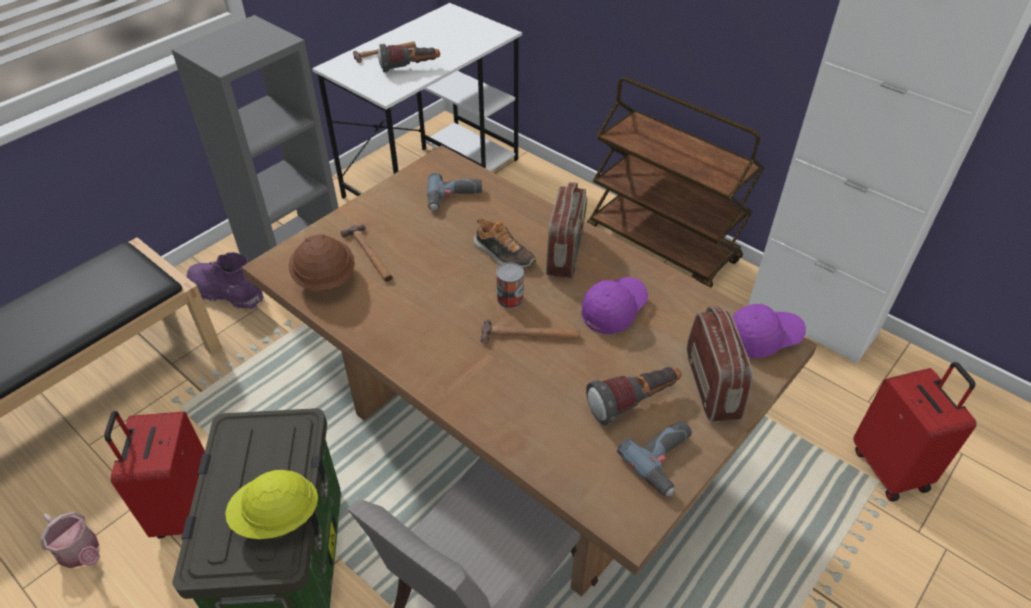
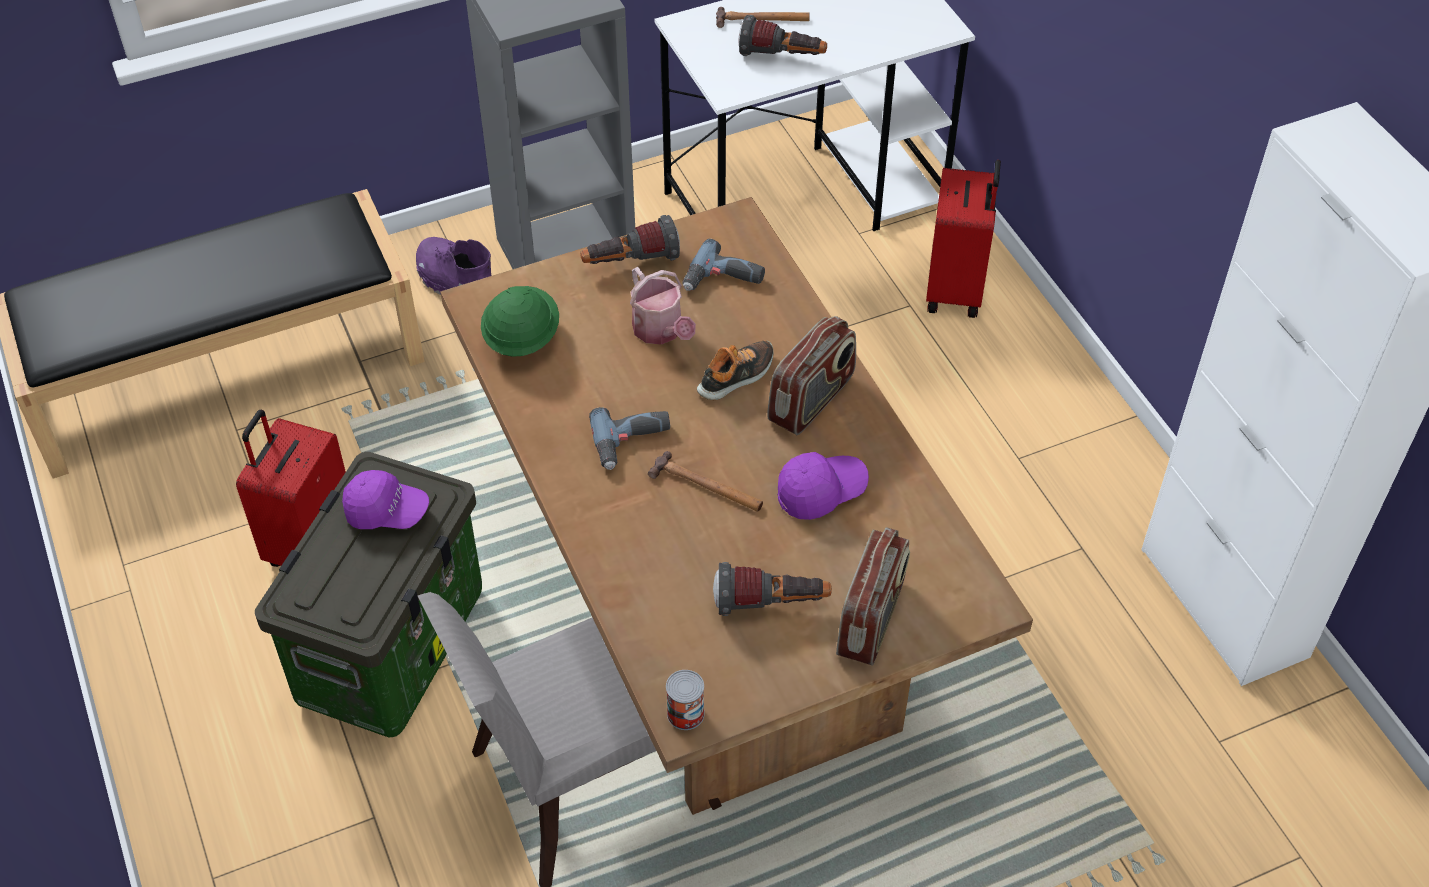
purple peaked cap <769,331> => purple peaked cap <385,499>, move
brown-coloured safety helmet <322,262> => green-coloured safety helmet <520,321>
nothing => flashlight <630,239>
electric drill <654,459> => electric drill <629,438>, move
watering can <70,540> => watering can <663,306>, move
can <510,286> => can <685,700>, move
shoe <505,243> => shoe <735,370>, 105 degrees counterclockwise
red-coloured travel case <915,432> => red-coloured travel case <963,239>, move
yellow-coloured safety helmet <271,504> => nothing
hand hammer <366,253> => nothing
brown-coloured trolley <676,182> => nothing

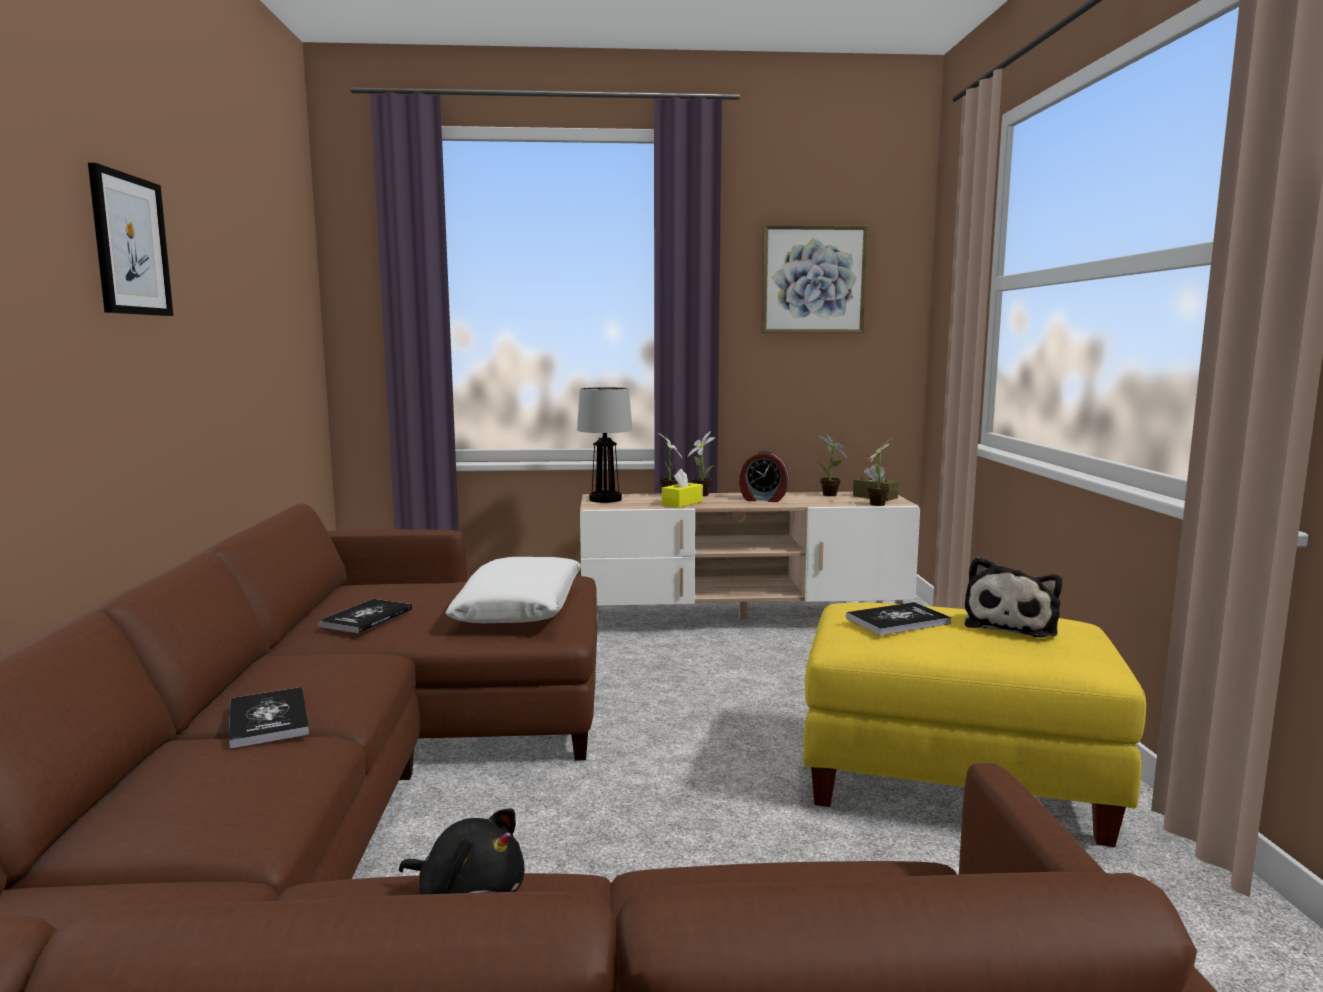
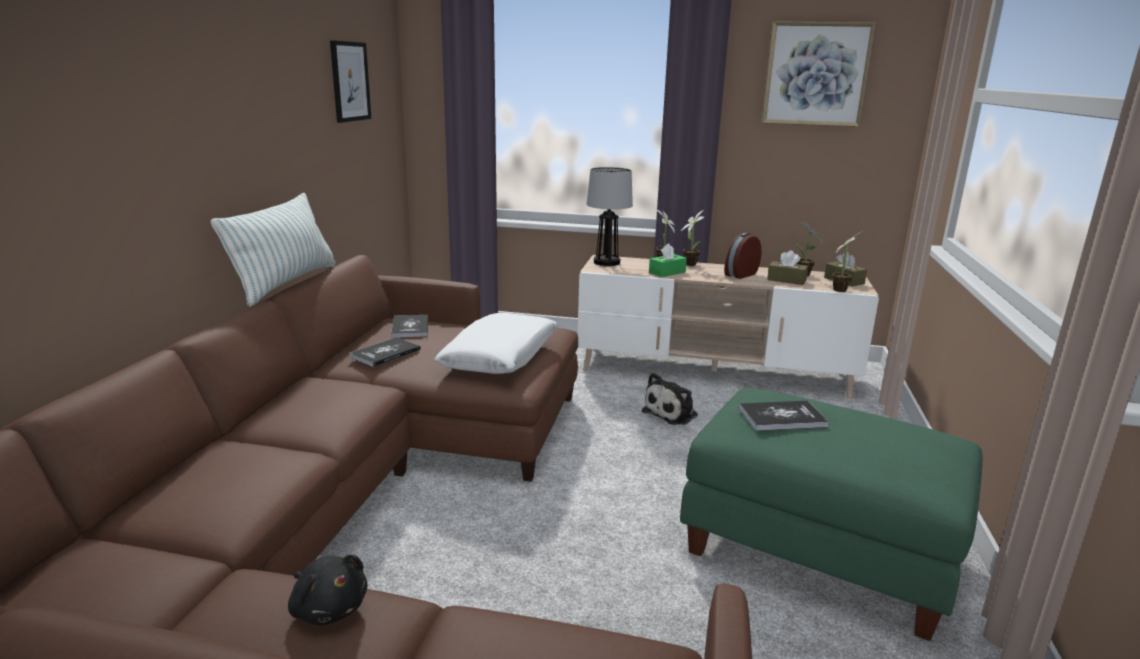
nothing => cushion <273,250>
wall art <130,239> => wall art <350,81>, move
volume <269,718> => volume <409,326>, move
cuddly toy <1013,597> => cuddly toy <670,399>, move
yellow-coloured tissue box <682,488> => green-coloured tissue box <668,260>
yellow-coloured footrest <974,725> => green-coloured footrest <831,514>
alarm clock <764,476> => alarm clock <743,256>, 105 degrees clockwise
nothing => brown-coloured tissue box <787,268>

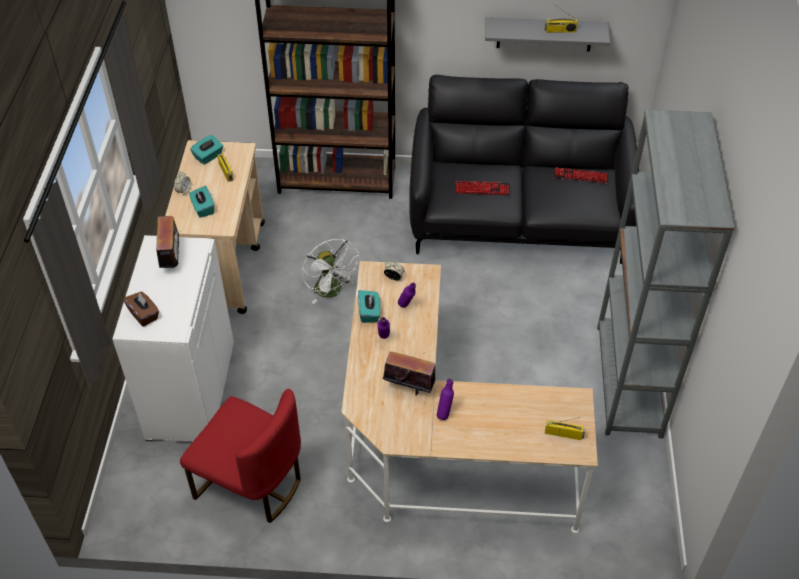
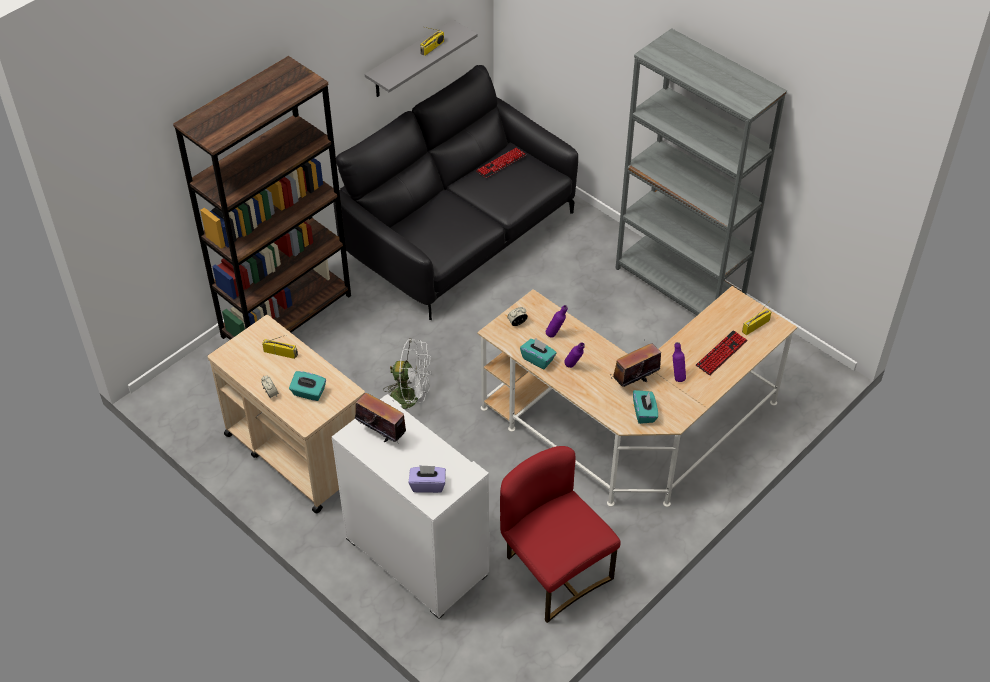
brown-coloured tissue box <141,309> => purple tissue box <427,479>
red-coloured plain chair <240,456> => red-coloured plain chair <560,534>, 105 degrees counterclockwise
blue-green tissue box <206,150> => blue-green tissue box <645,407>, move
PC keyboard <482,188> => PC keyboard <722,353>, move

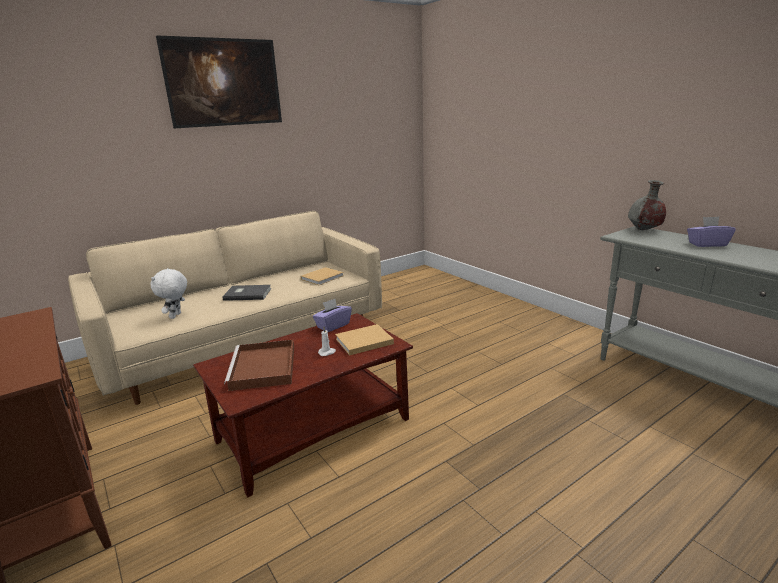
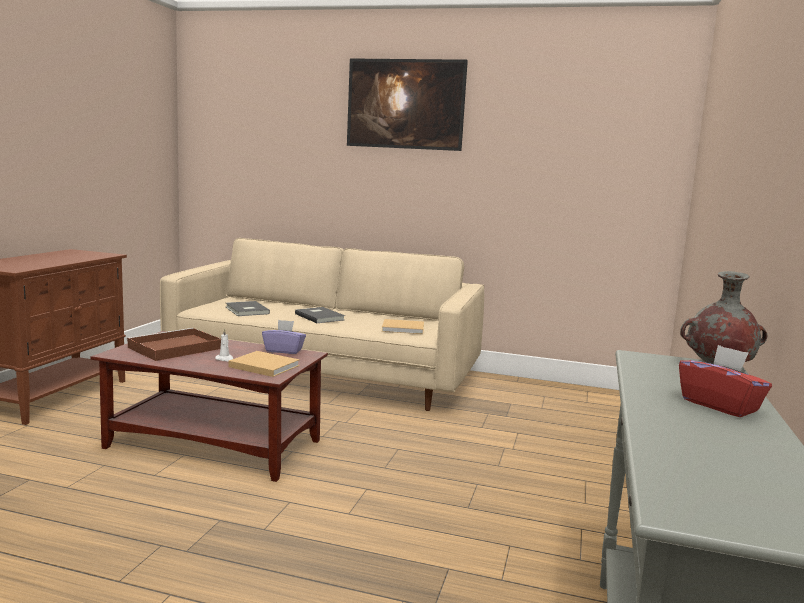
white cuddly toy <168,293> => grey volume <248,308>
purple tissue box <711,232> => red-coloured tissue box <725,381>

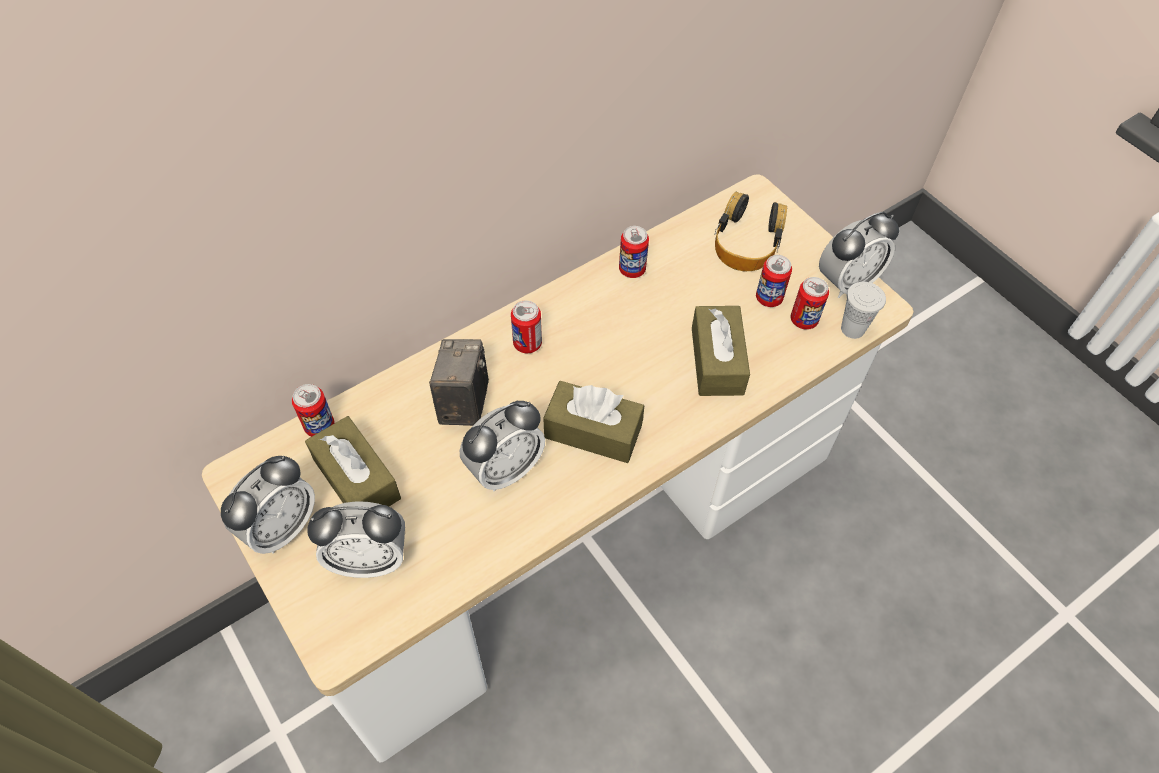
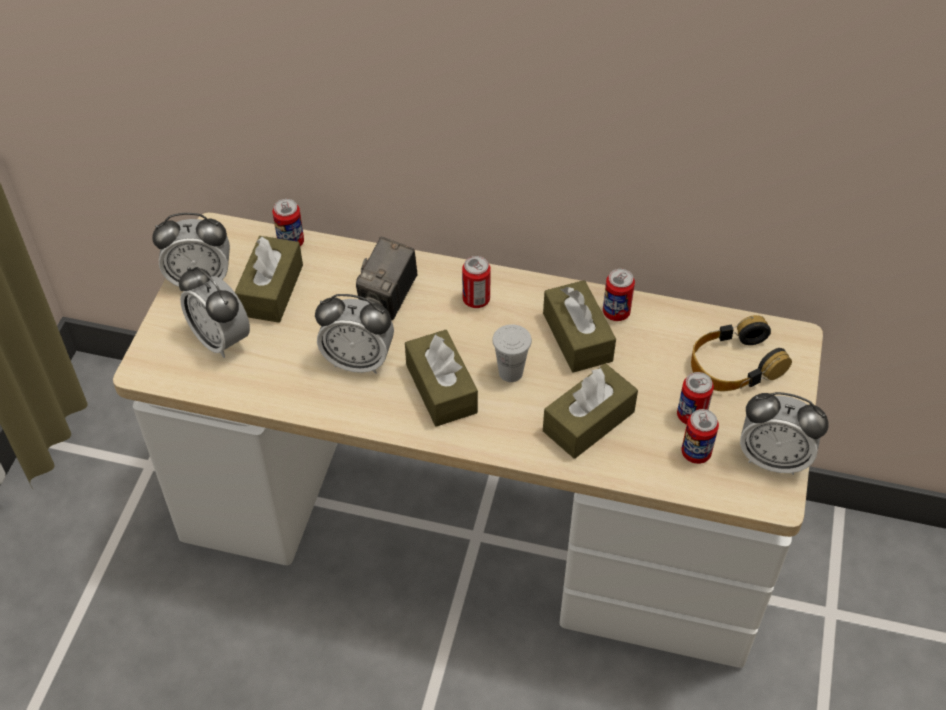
still camera <459,382> => still camera <386,278>, 150 degrees clockwise
white small cup <863,310> => white small cup <512,353>, move
nothing => brown-coloured tissue box <579,326>

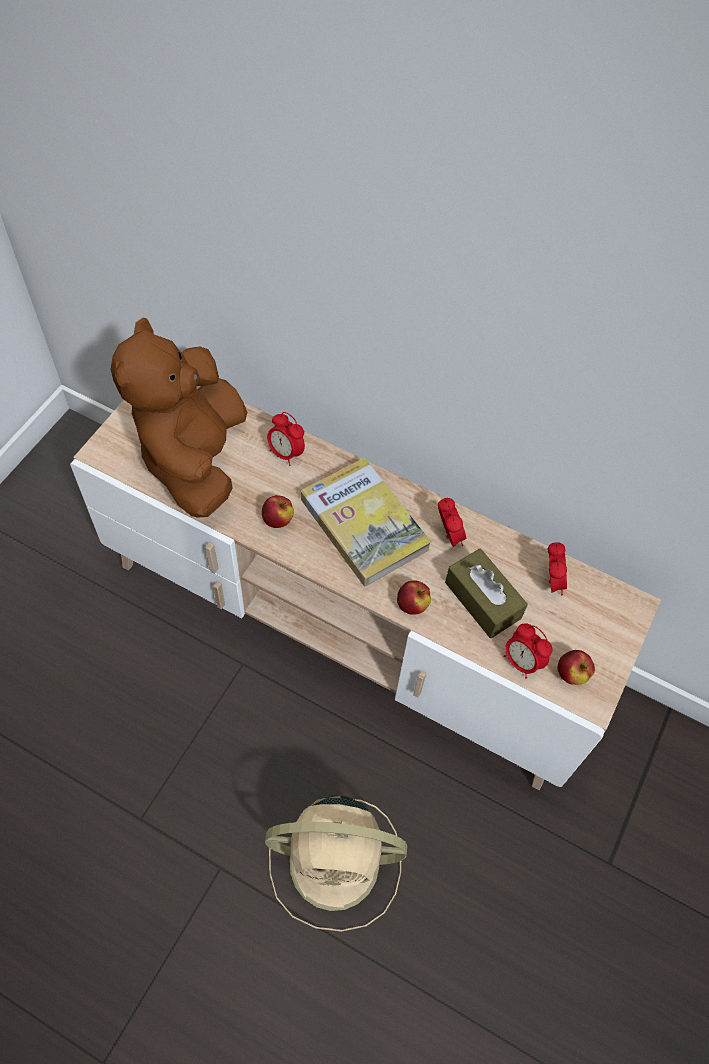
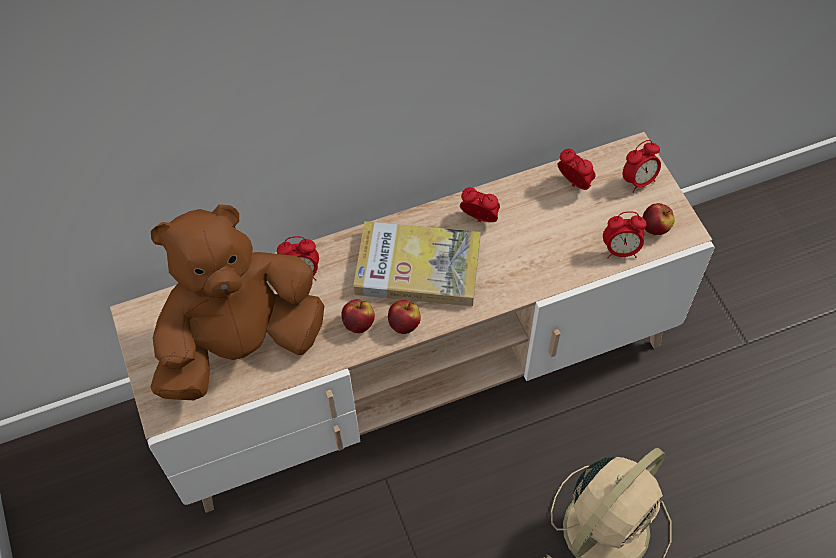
brown-coloured cuddly toy <179,417> => brown-coloured cuddly toy <237,302>, 105 degrees clockwise
whole apple <414,597> => whole apple <404,317>, move
nothing => alarm clock <642,166>
brown-coloured tissue box <486,593> => nothing

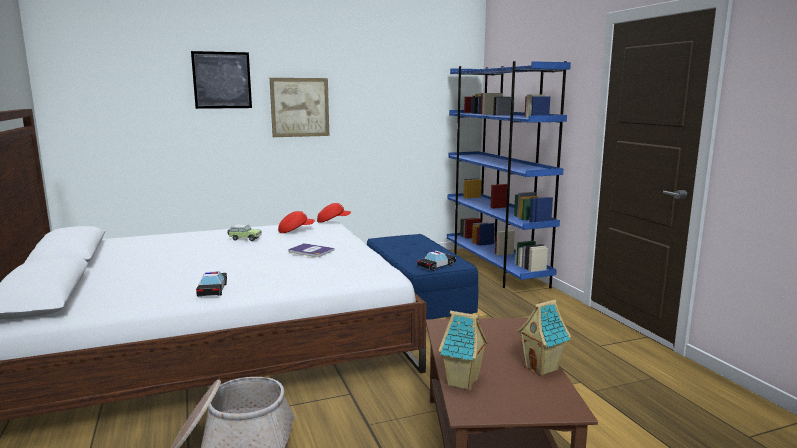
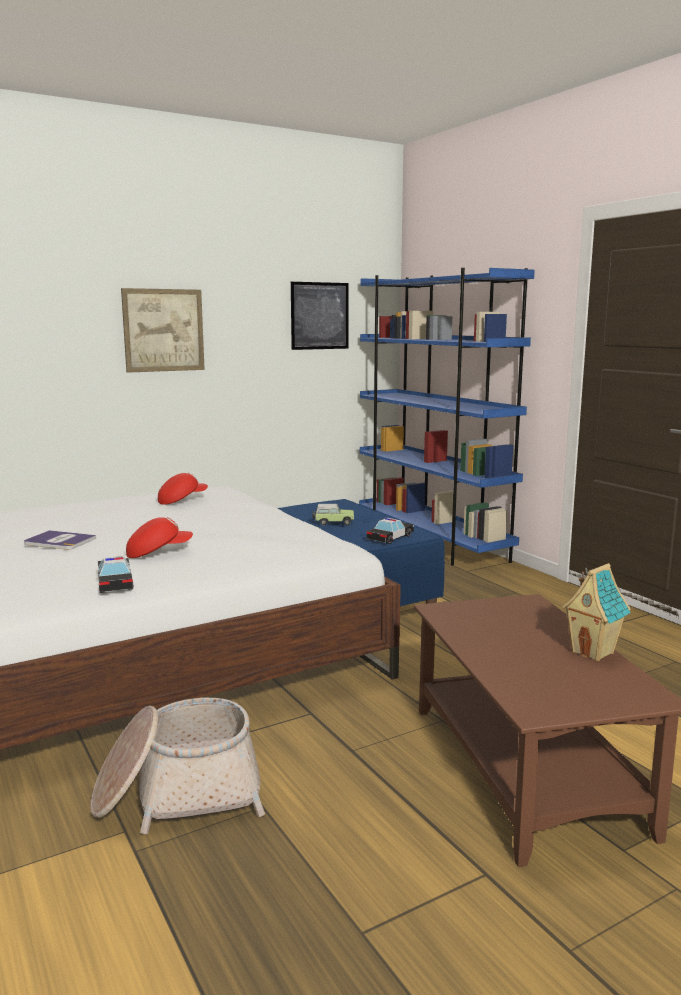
volume <311,250> => volume <60,540>, move
red-coloured peaked cap <334,213> => red-coloured peaked cap <159,537>, move
wall art <221,80> => wall art <320,316>, move
toy car <244,232> => toy car <333,514>, move
miniature house <463,350> => nothing

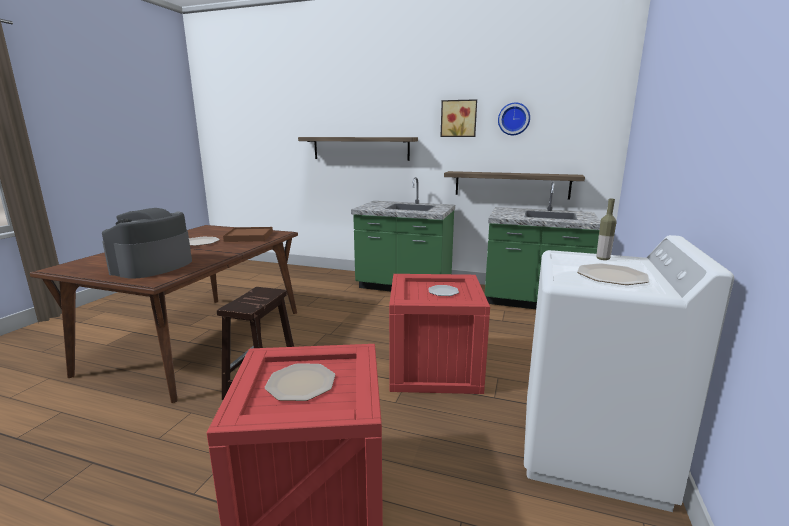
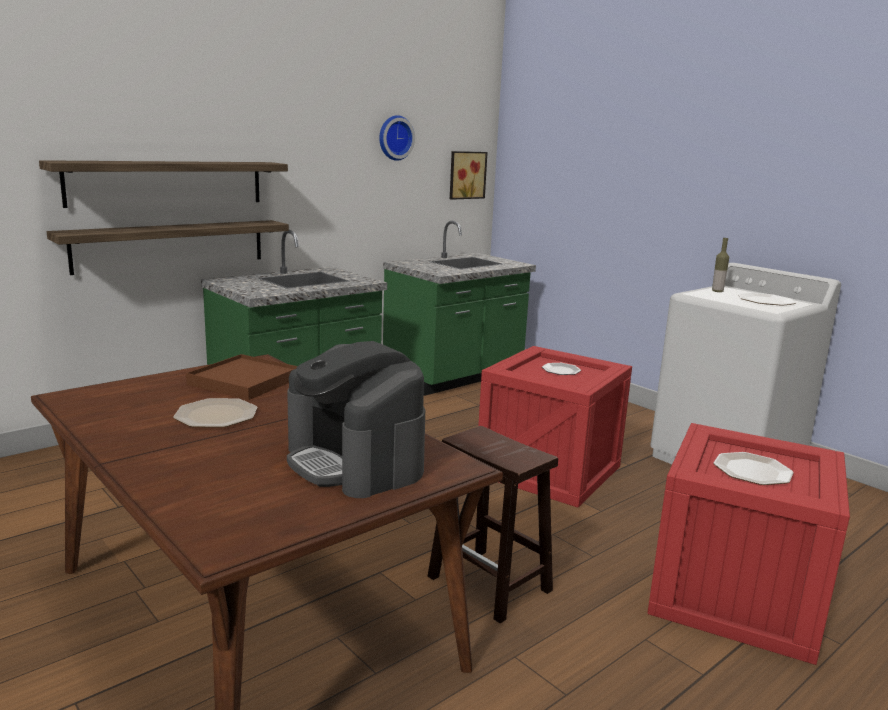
wall shelf <514,185> => wall shelf <168,247>, move
wall art <459,118> => wall art <468,175>, move

